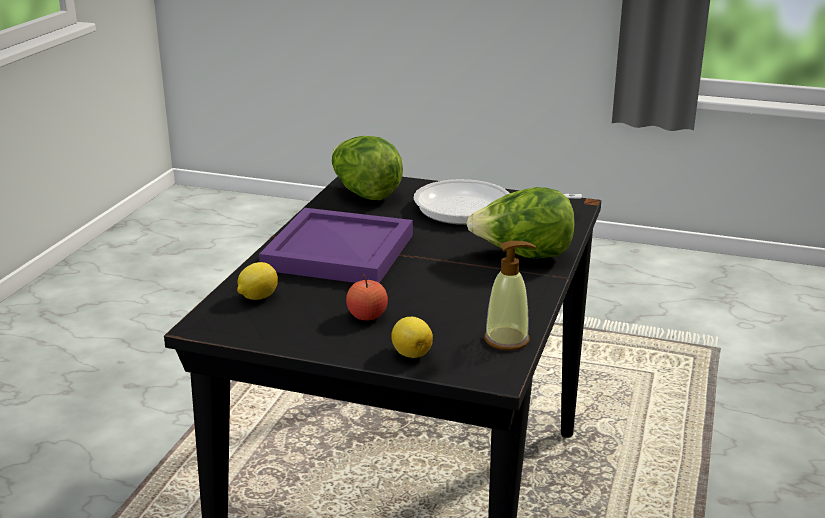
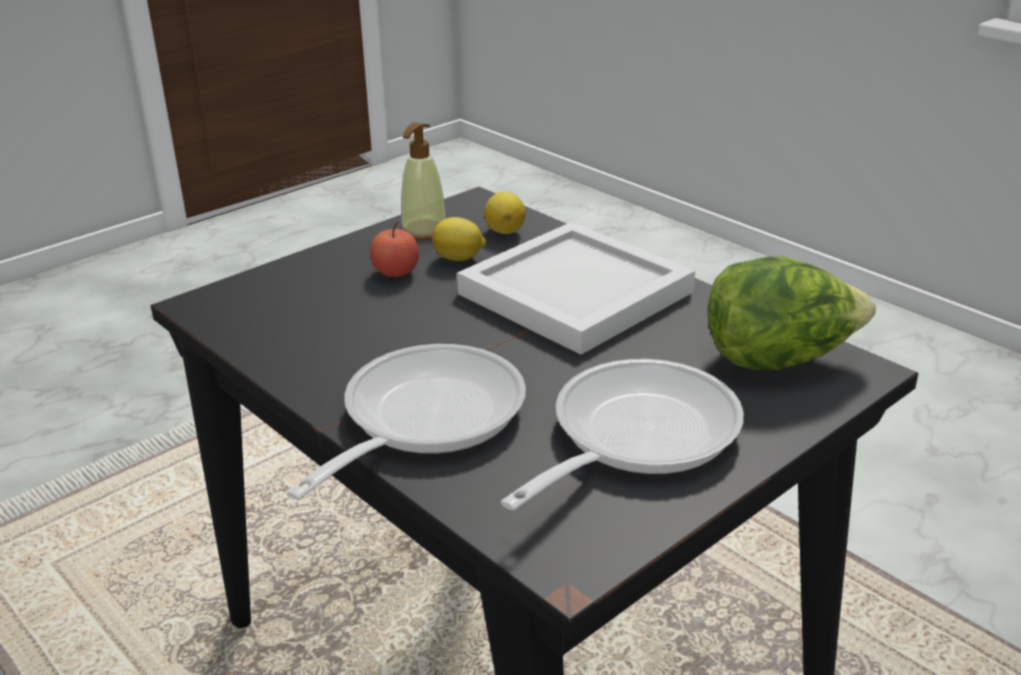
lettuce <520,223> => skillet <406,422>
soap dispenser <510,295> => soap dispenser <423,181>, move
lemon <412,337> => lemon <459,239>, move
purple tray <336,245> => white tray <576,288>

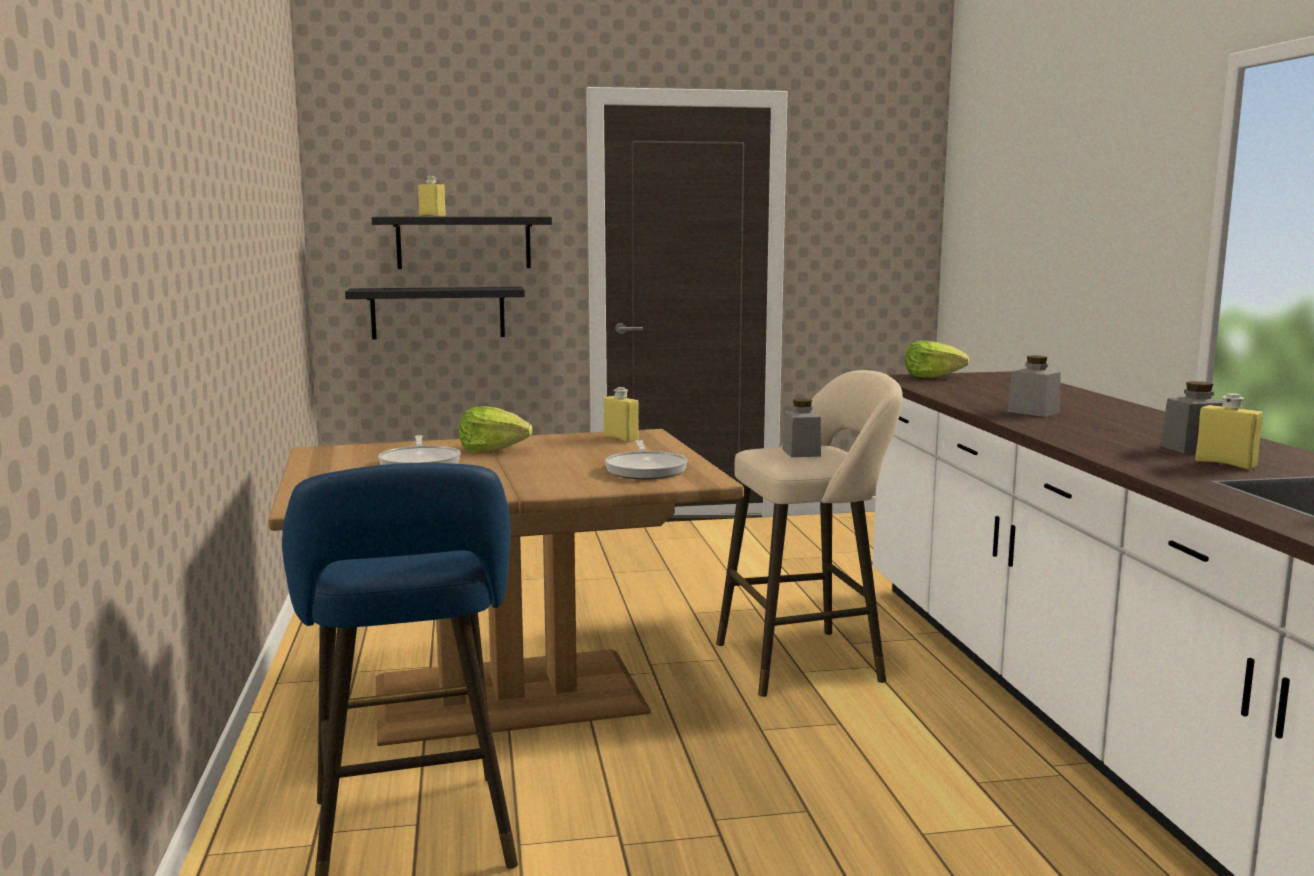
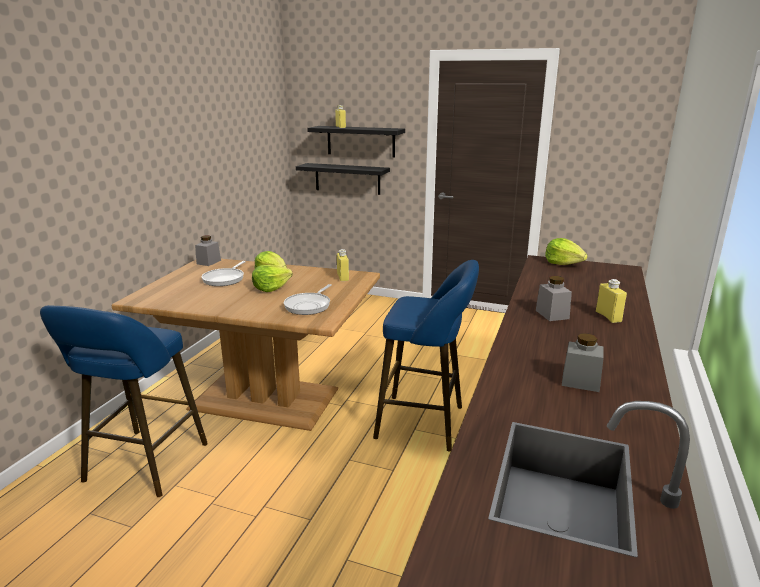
grey jar <801,427> => grey jar <208,250>, move
nothing => lettuce <272,278>
beige stool seat <809,533> => blue-coloured stool seat <426,356>
yellow-coloured beverage bottle <1229,431> => yellow-coloured beverage bottle <611,301>, move

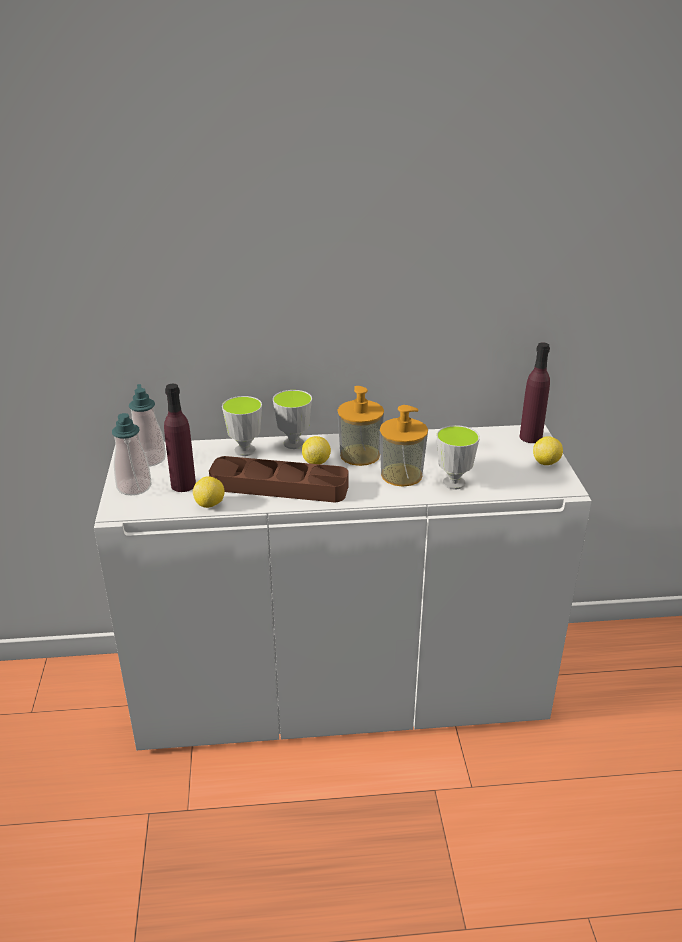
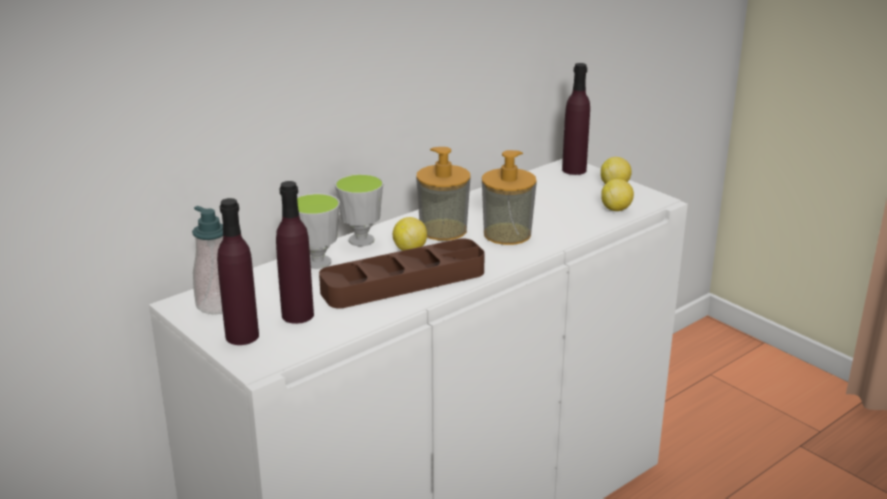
soap dispenser <131,454> => purple beverage bottle <238,271>
lemon <209,492> => lemon <617,195>, move
small cup <458,457> => nothing

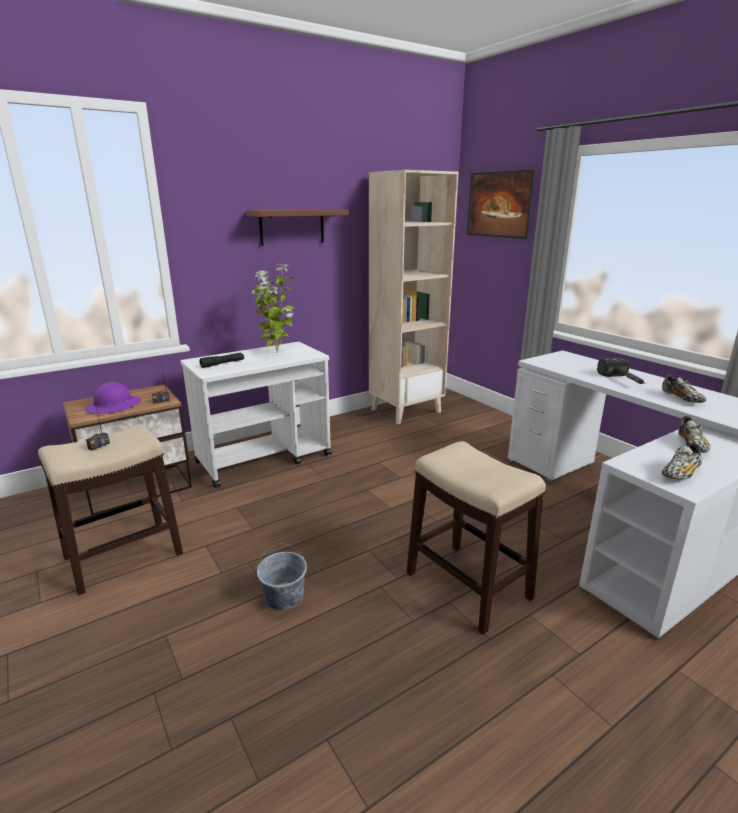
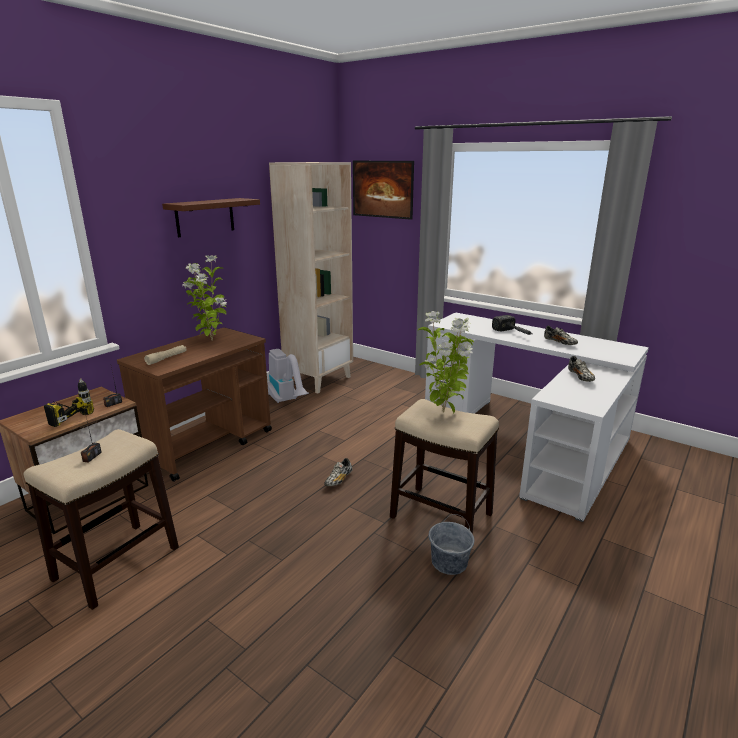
purple safety helmet <113,398> => electric drill <69,402>
white trolley <256,415> => brown-coloured trolley <194,404>
blackish flashlight <221,360> => beige flashlight <165,355>
nothing => hoover <288,376>
shoe <682,461> => shoe <338,472>, move
nothing => potted plant <446,362>
grey bucket <282,577> => grey bucket <451,544>, move

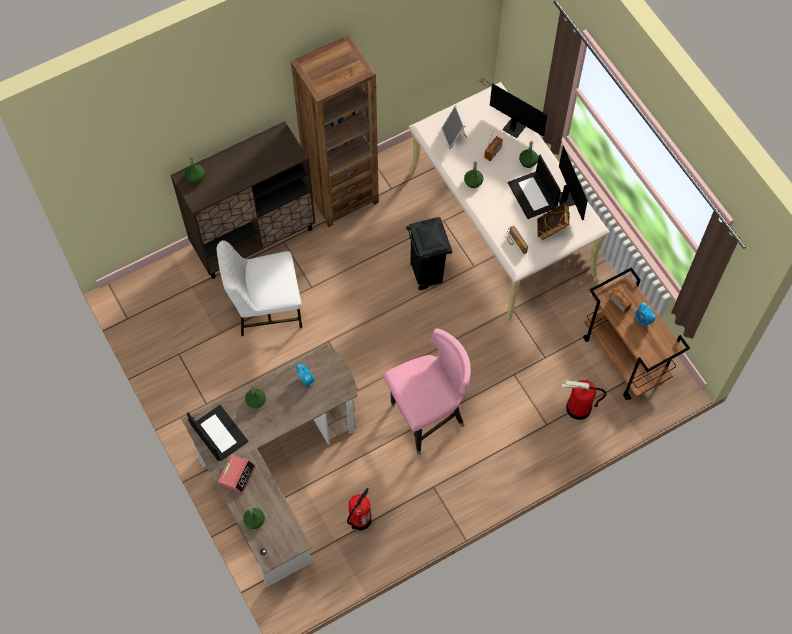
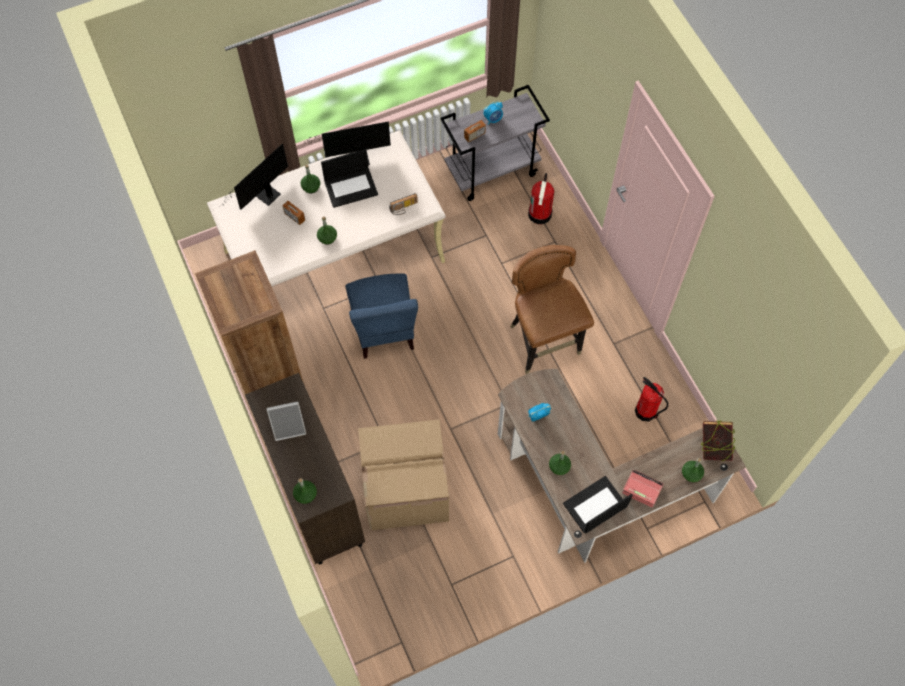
photo frame <454,127> => photo frame <286,421>, move
blackish trash can <429,253> => blue-coloured plain chair <381,316>
white plain chair <259,288> => packing box <403,475>
brown-coloured trolley <636,333> => grey trolley <495,143>
pink plain chair <427,392> => brown-coloured plain chair <552,309>
volume <553,221> => volume <718,440>, move

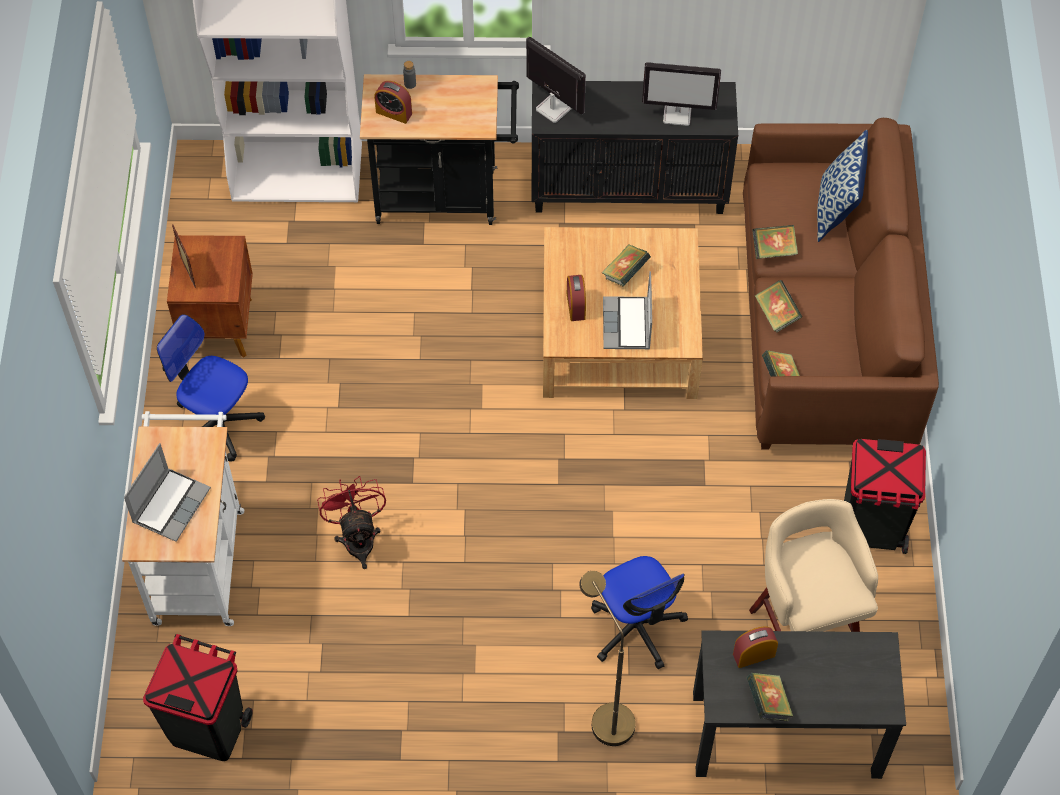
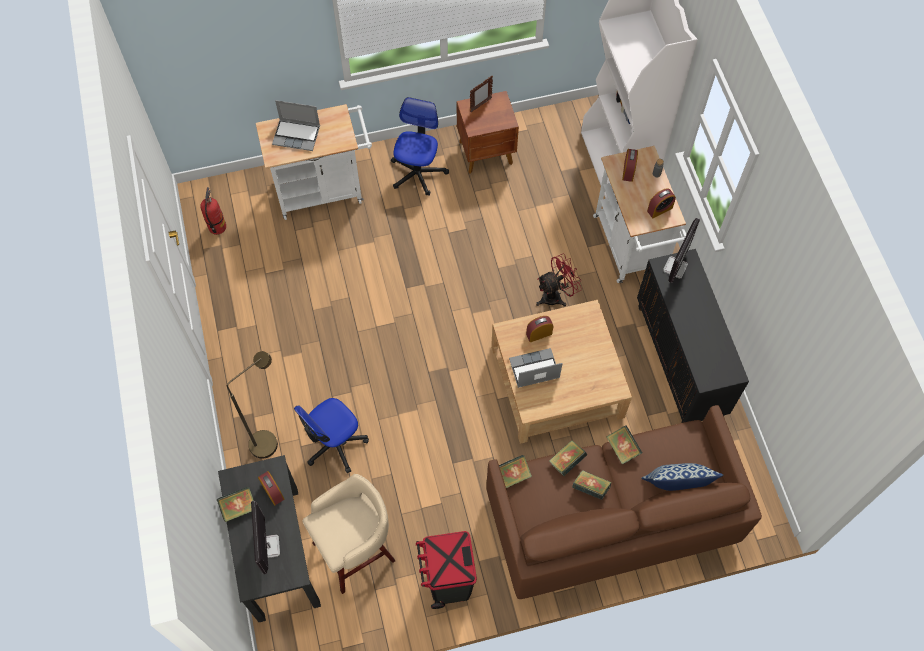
blackish trash can <198,697> => fire extinguisher <213,211>
computer display <681,94> => computer display <265,537>, move
red-coloured cooling fan <351,522> => red-coloured cooling fan <559,280>, move
volume <626,265> => volume <591,485>, move
blackish trolley <439,149> => white trolley <639,214>
nothing => alarm clock <661,203>

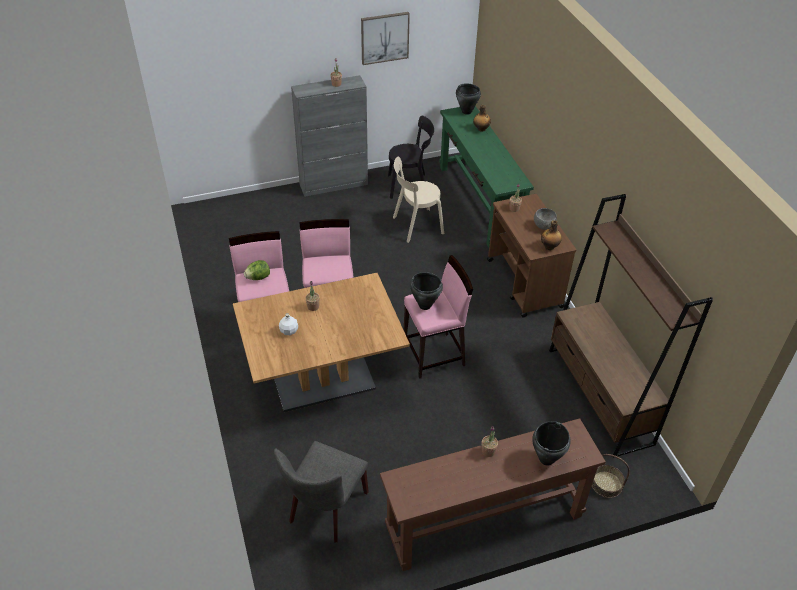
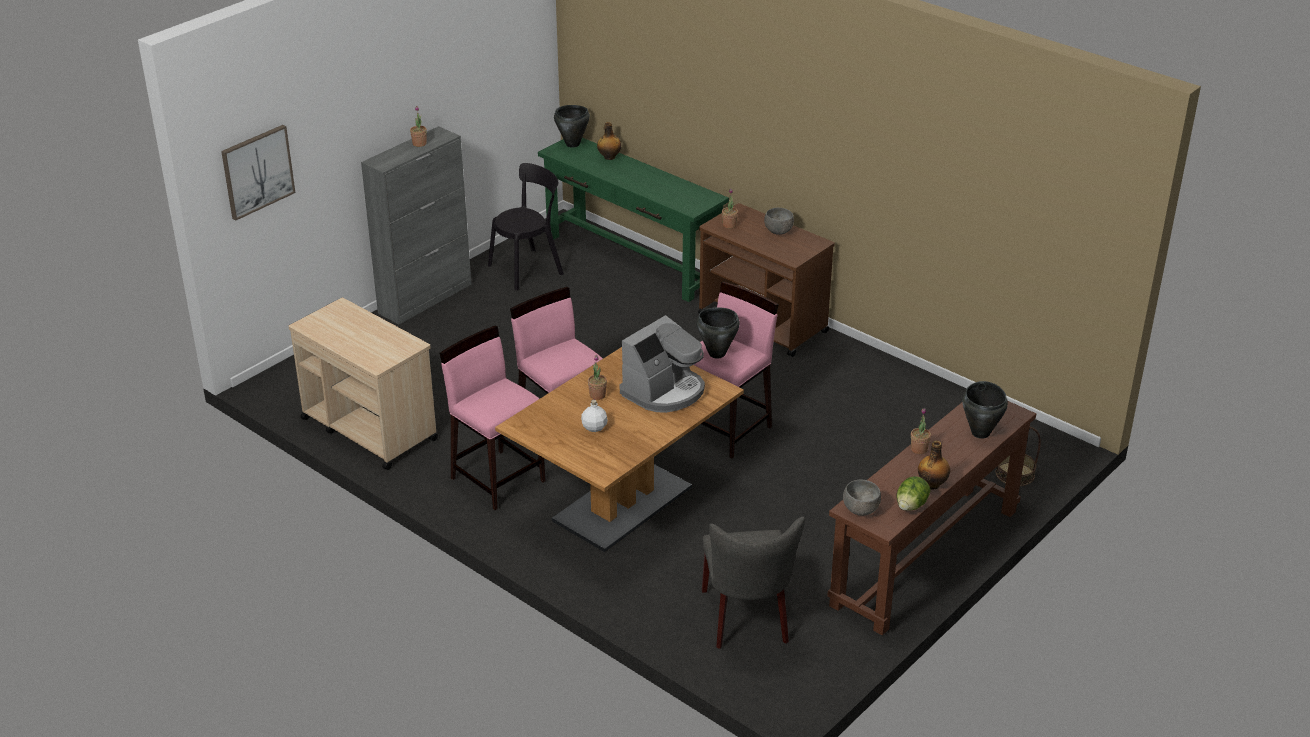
wall art <385,38> => wall art <258,172>, move
nothing => beige trolley <363,384>
nothing => coffee machine <662,364>
nothing => grey bowl <862,498>
lettuce <257,270> => lettuce <913,493>, move
beverage bottle <551,235> => beverage bottle <934,465>, move
beige plain chair <418,199> => nothing
brown-coloured bookshelf <631,325> => nothing

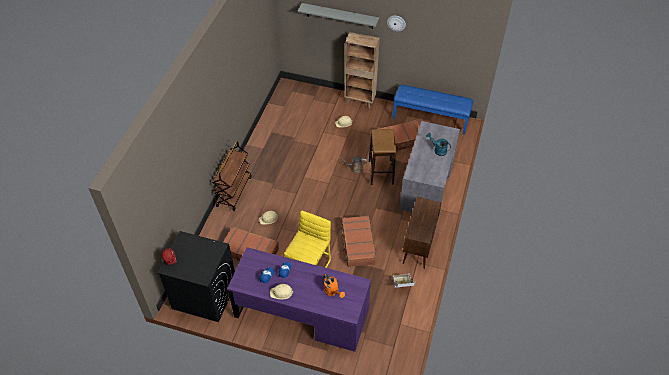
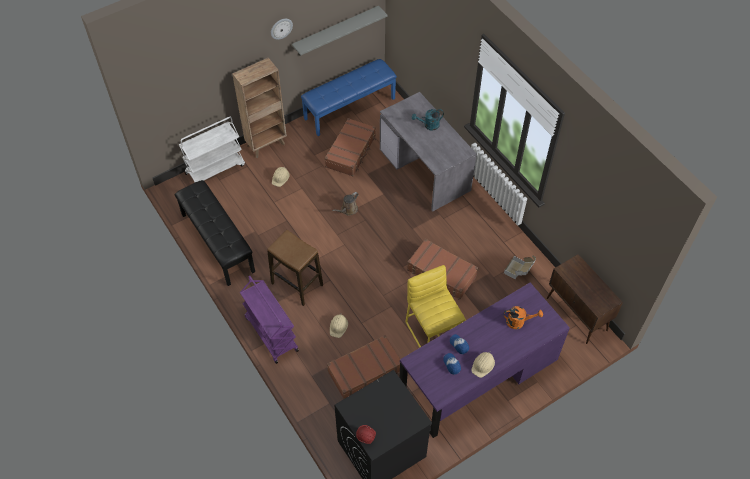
nothing => blackish indoor bench <215,233>
nothing => white trolley <212,149>
brown-coloured trolley <232,176> => purple trolley <269,320>
stool seat <382,157> => stool seat <295,268>, move
grey wall shelf <338,16> => grey wall shelf <340,31>, move
brown-coloured storage cabinet <422,233> => brown-coloured storage cabinet <585,299>, move

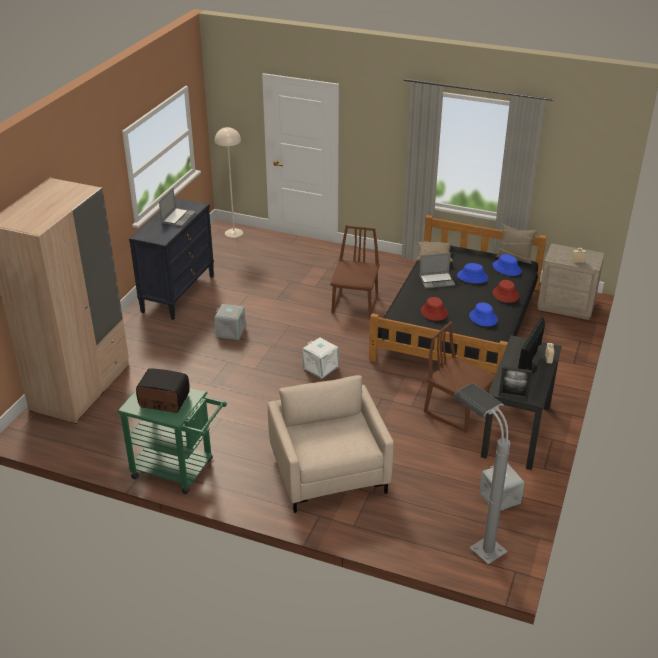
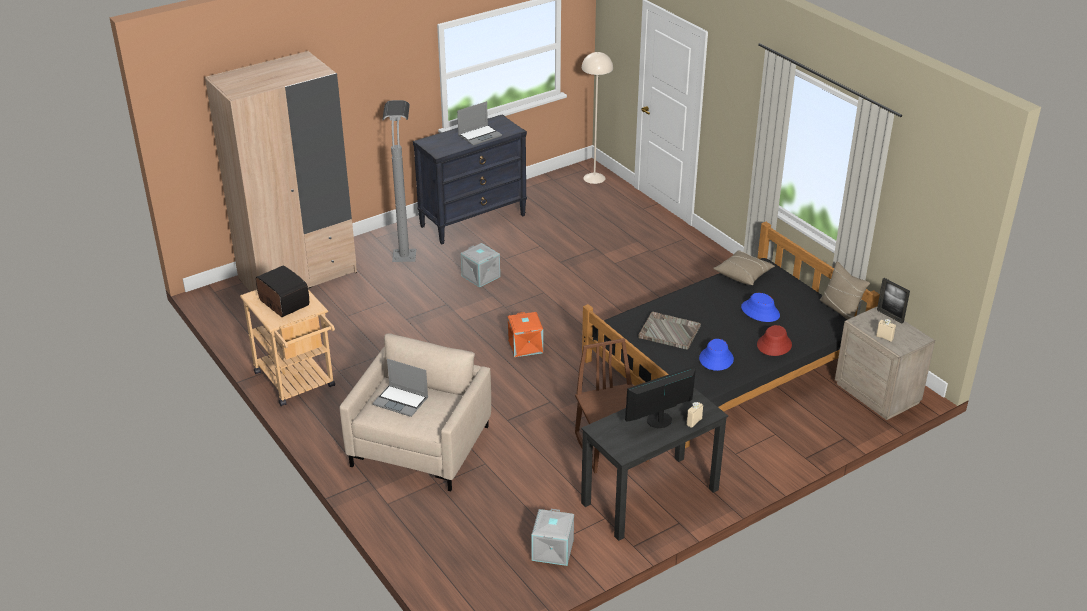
green-coloured trolley <172,441> => beige trolley <287,348>
notebook computer <437,270> => notebook computer <400,388>, move
grey standard lamp <482,474> => grey standard lamp <399,181>, move
white storage bin <320,358> => orange storage bin <525,334>
red-coloured wearable hat <434,309> => grey tray <669,331>
photo frame <515,383> => photo frame <893,301>, move
brown-coloured plain chair <355,271> => nothing
blue-coloured wearable hat <507,265> => nothing

